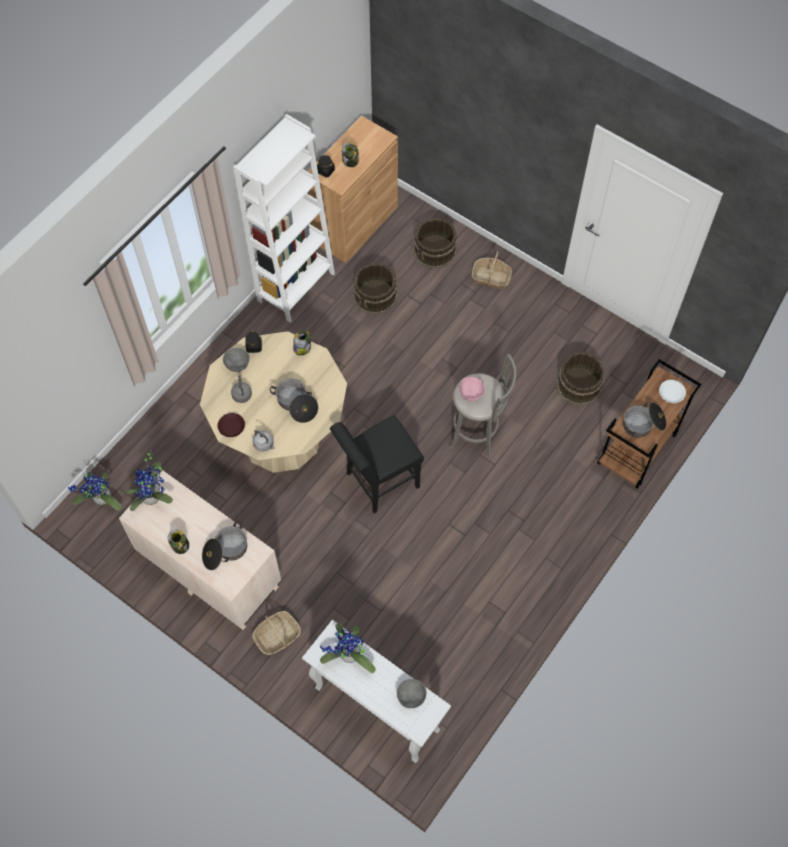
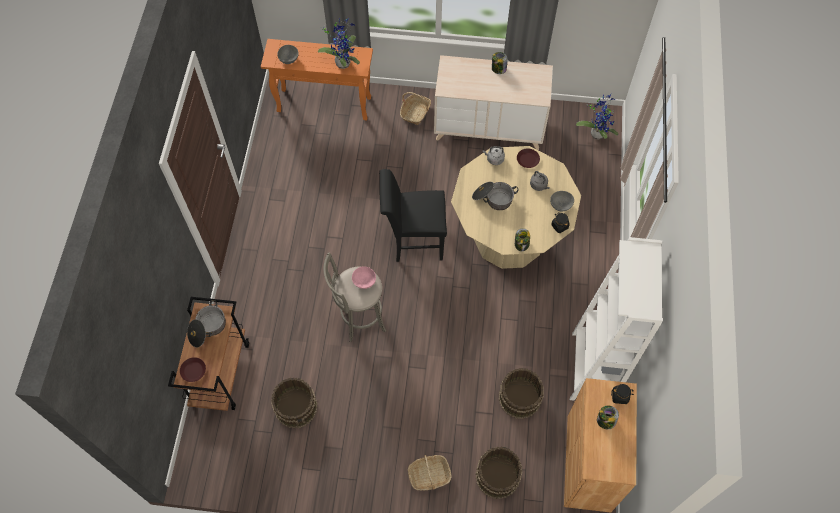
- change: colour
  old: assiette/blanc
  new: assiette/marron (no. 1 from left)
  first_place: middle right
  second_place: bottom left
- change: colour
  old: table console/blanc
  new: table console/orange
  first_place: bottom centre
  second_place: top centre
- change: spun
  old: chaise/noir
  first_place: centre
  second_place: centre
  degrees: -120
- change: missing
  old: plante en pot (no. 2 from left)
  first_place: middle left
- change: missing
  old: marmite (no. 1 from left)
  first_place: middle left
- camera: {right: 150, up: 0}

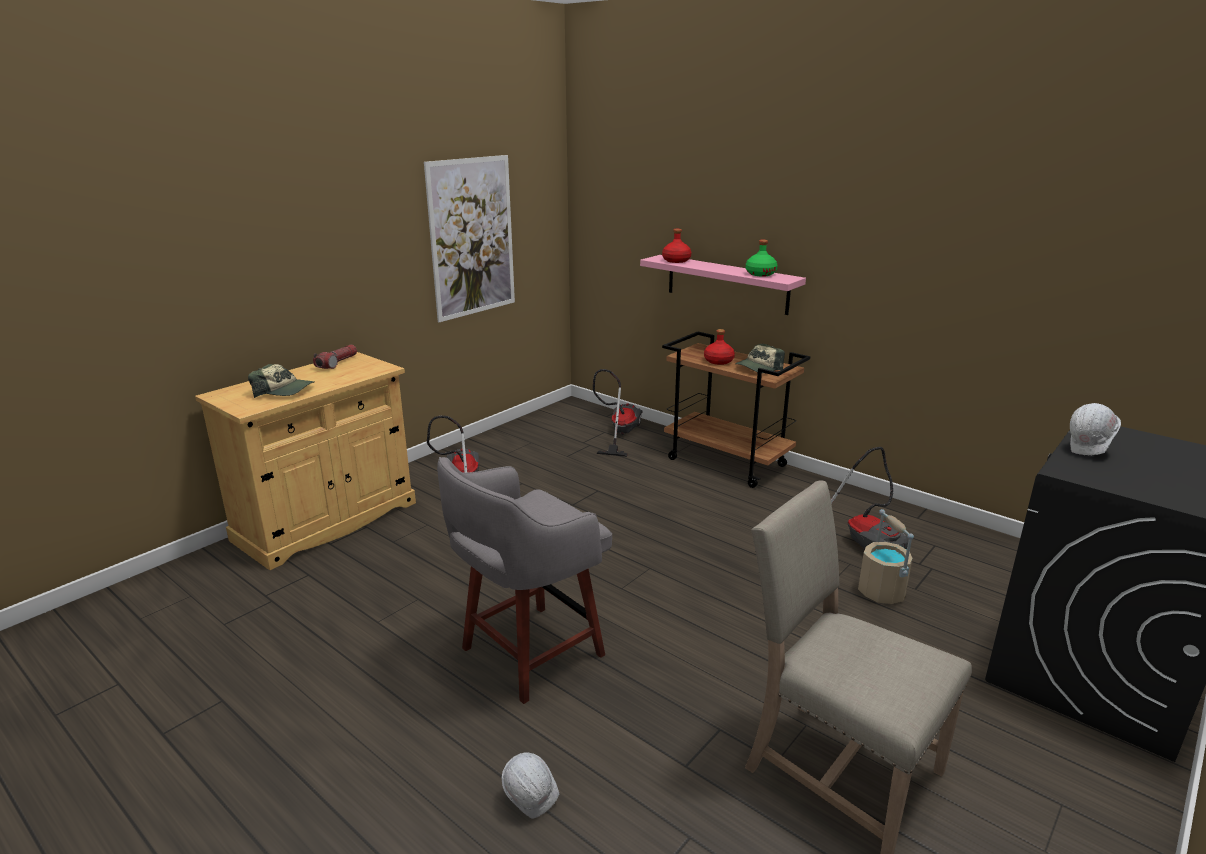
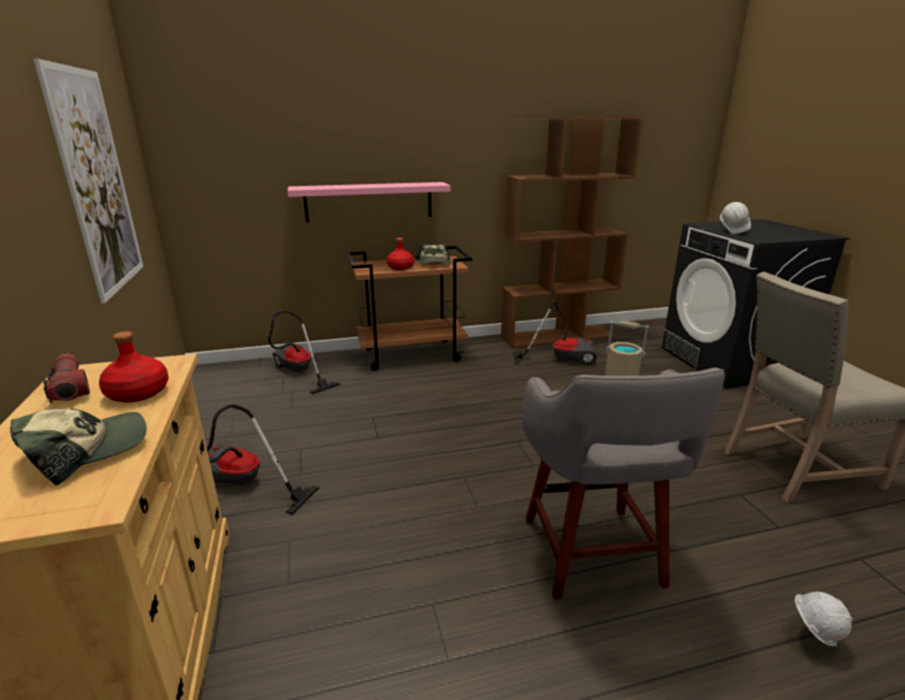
- change: relocated
  old: bouteille/rouge (no. 1 from left)
  first_place: top centre
  second_place: middle left
- change: appeared
  new: bibliothèque/marron
  second_place: top centre
- change: missing
  old: bouteille/vert
  first_place: top centre
- camera: {right: -55, up: 0}

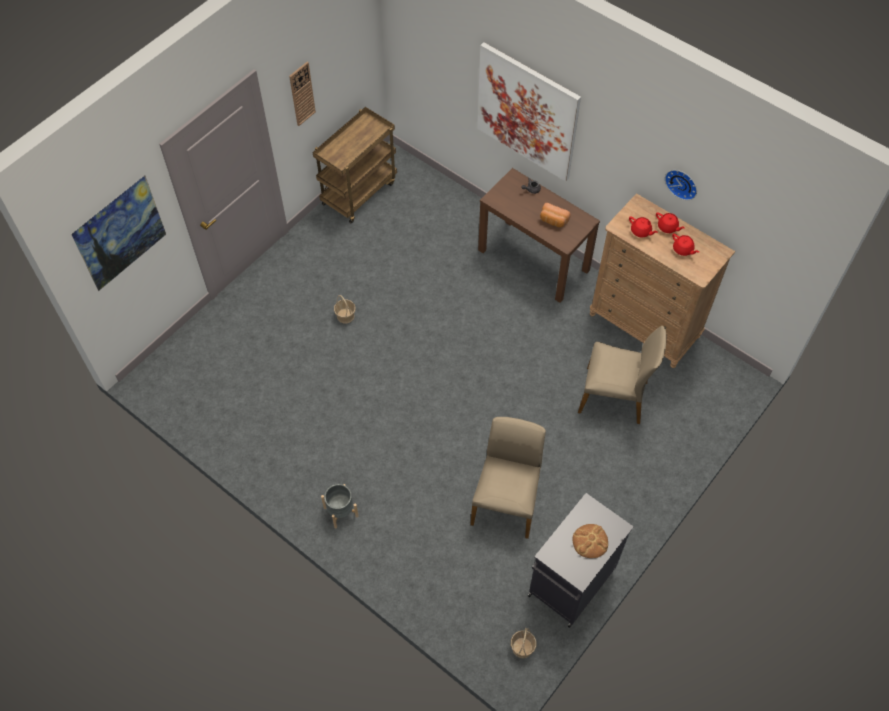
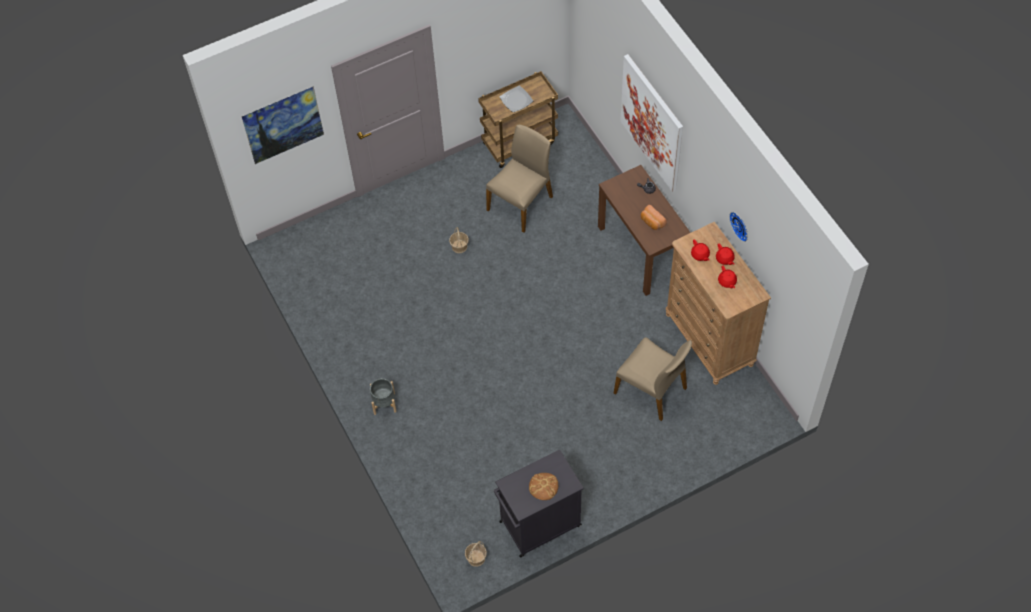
- change: relocated
  old: chaise/beige (no. 1 from left)
  first_place: bottom centre
  second_place: top centre
- change: appeared
  new: assiette
  second_place: top centre
- change: missing
  old: horloge murale (no. 1 from left)
  first_place: top centre
- camera: {right: 25, up: 0}

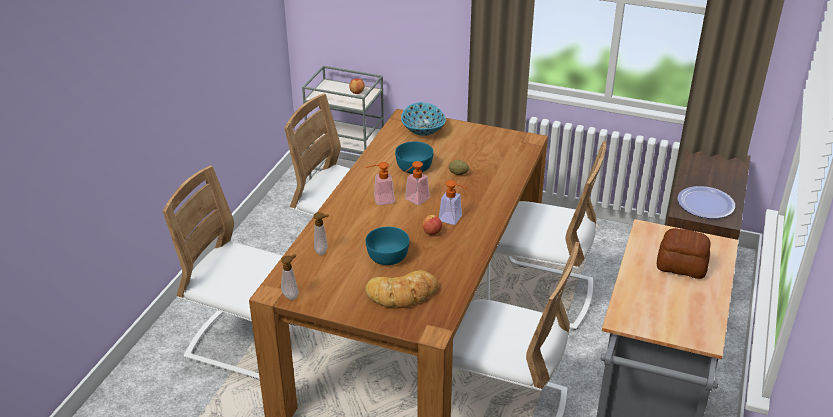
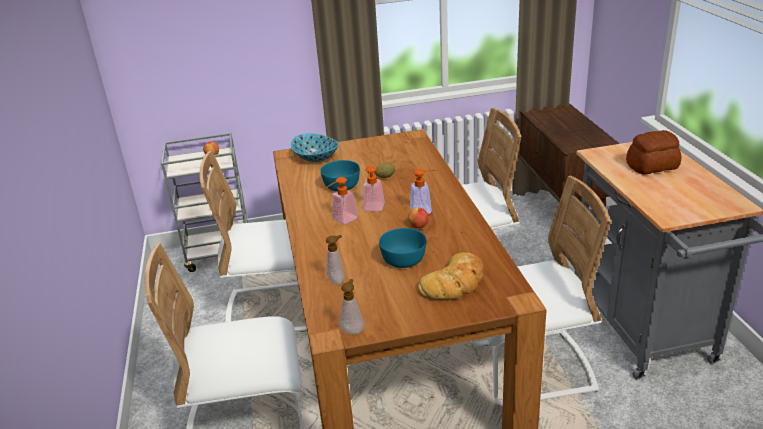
- change: missing
  old: assiette
  first_place: middle right
- camera: {right: -30, up: -5}

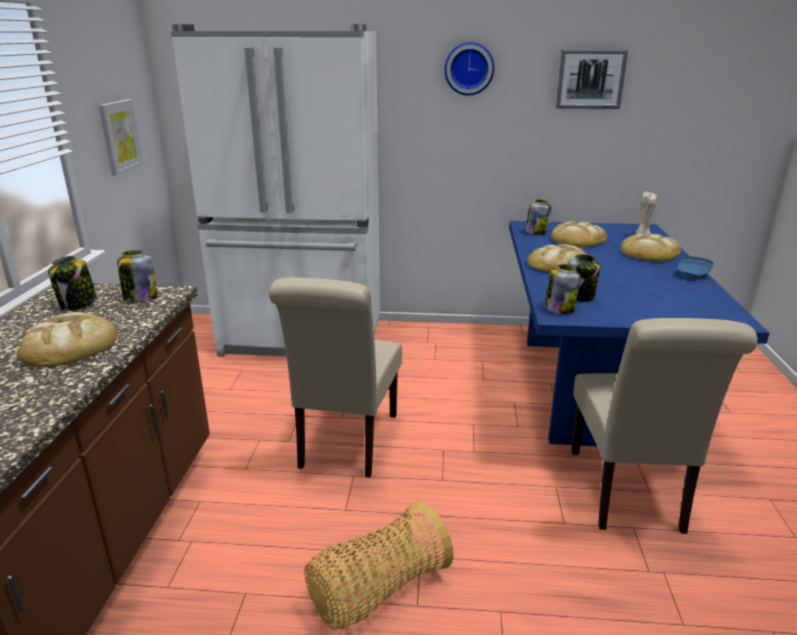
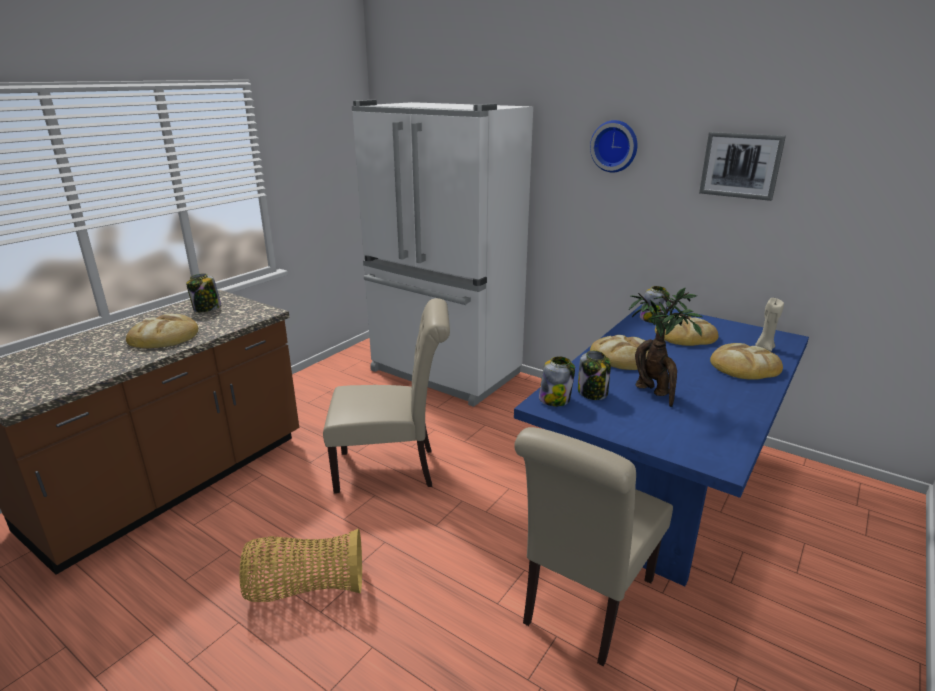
- change: spun
  old: chaise/beige (no. 1 from left)
  first_place: centre
  second_place: centre
  degrees: -135
- change: appeared
  new: plante en pot
  second_place: middle right
- change: missing
  old: tableau (no. 1 from left)
  first_place: top left
- change: missing
  old: bocal (no. 2 from left)
  first_place: middle left
- change: missing
  old: assiette/bleu
  first_place: middle right
- camera: {right: 30, up: 0}

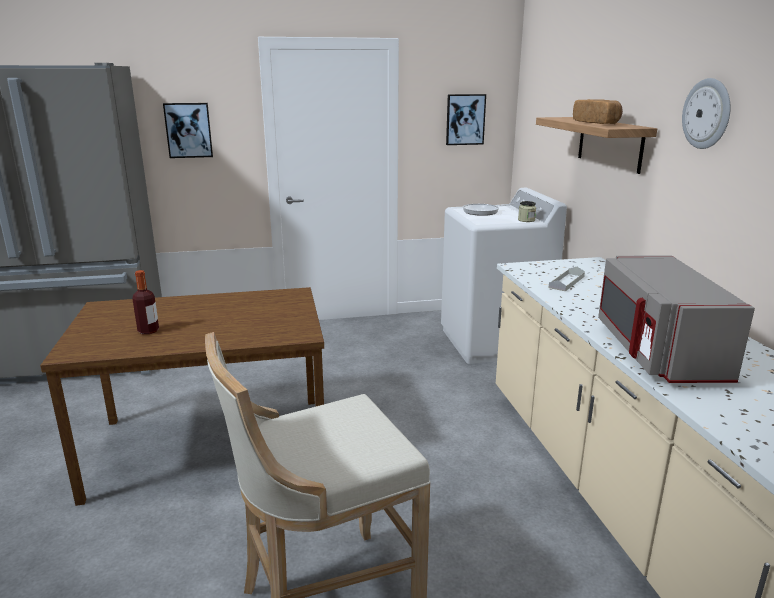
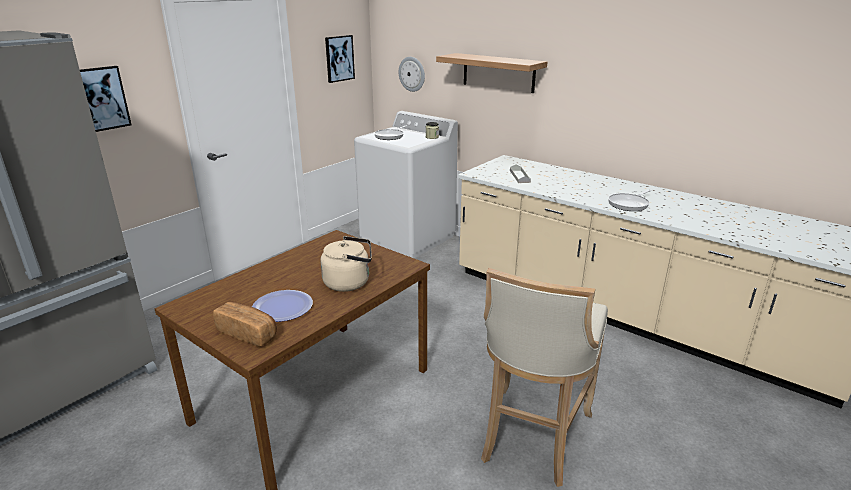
- change: relocated
  old: pain
  first_place: top right
  second_place: middle left
- change: exchanged
  old: bouteille
  new: assiette
  first_place: middle left
  second_place: middle left
- change: appeared
  new: bouilloire/beige
  second_place: centre
- change: relocated
  old: horloge murale
  first_place: top right
  second_place: top centre
- change: exchanged
  old: micro-ondes/gris
  new: poêle (no. 2 from left)
  first_place: middle right
  second_place: middle right
- camera: {right: -40, up: 5}

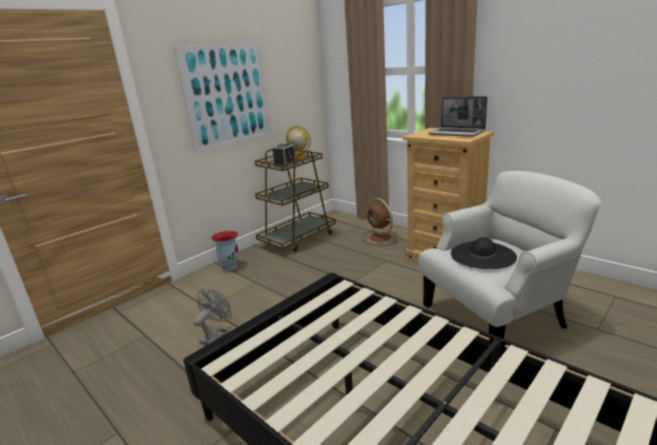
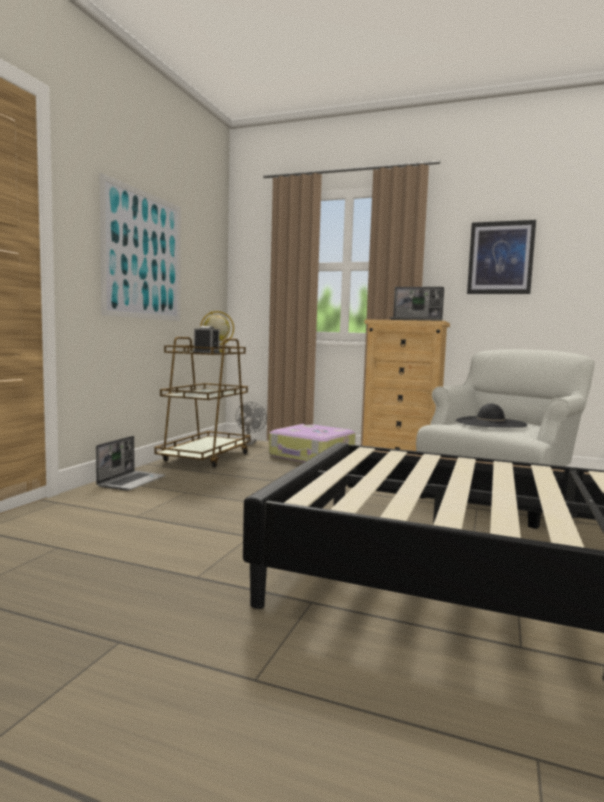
- change: exchanged
  old: vase
  new: ordinateur portable (no. 1 from left)
  first_place: centre
  second_place: middle left
- change: relocated
  old: ventilateur/gris
  first_place: bottom left
  second_place: centre
- change: exchanged
  old: ventilateur/marron
  new: valise
  first_place: centre
  second_place: centre
- change: appeared
  new: tableau (no. 2 from left)
  second_place: top right
- camera: {right: -25, up: -15}

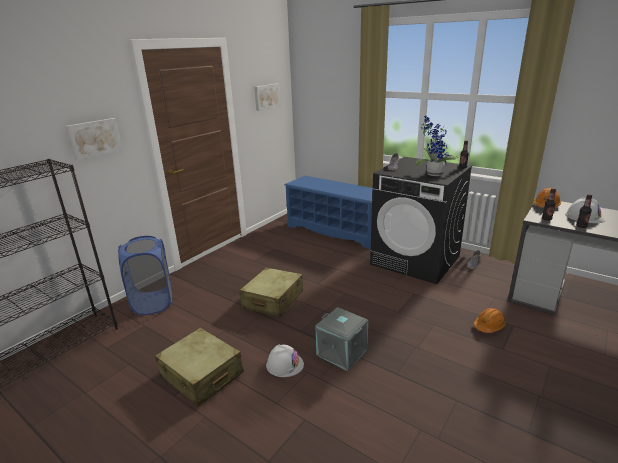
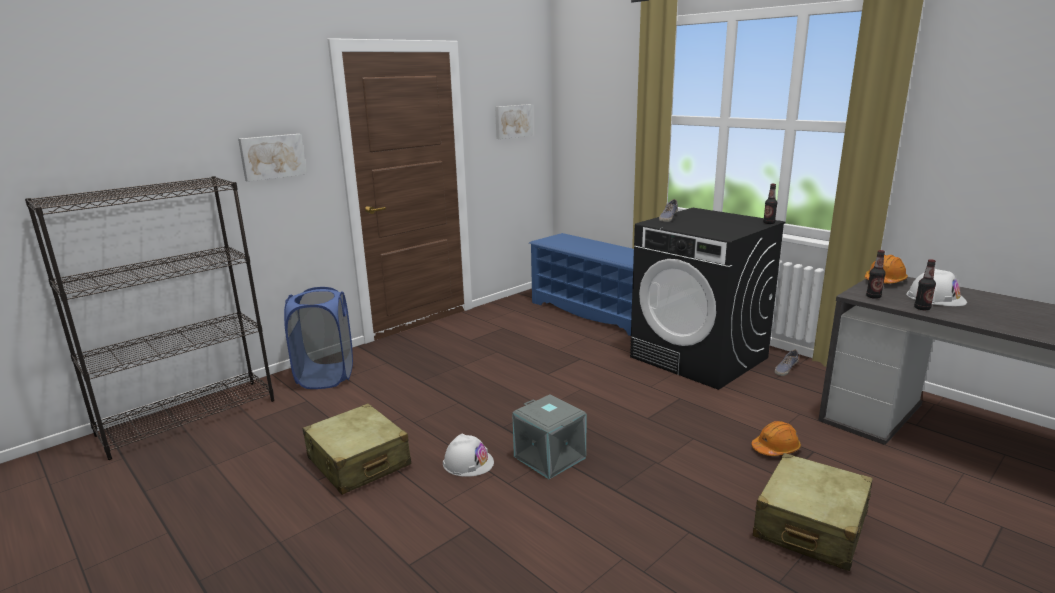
- change: relocated
  old: valise/beige (no. 2 from left)
  first_place: centre
  second_place: bottom right
- change: missing
  old: plante en pot
  first_place: top right
- camera: {right: 10, up: -5}

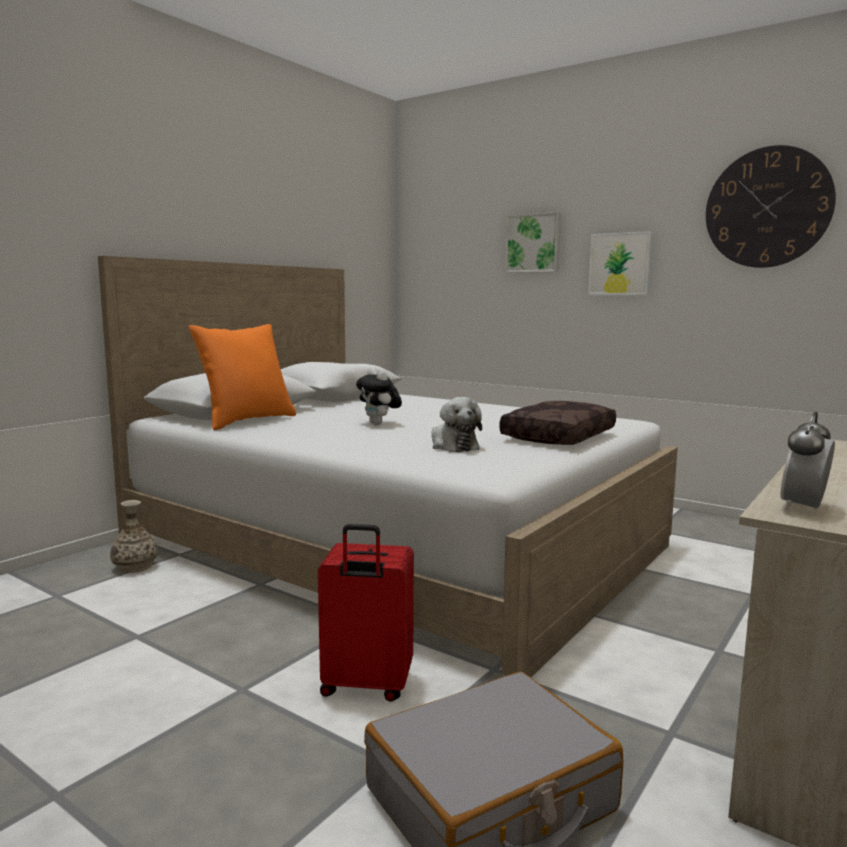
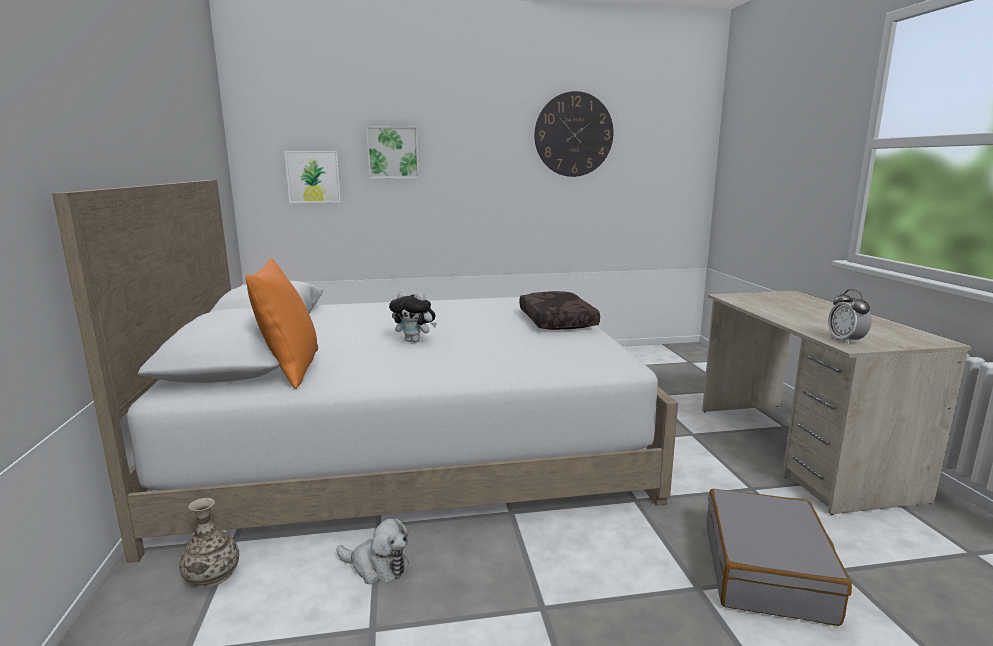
- change: relocated
  old: tableau (no. 2 from left in the first image)
  new: tableau (no. 1 from left)
  first_place: top right
  second_place: top left
- change: relocated
  old: peluche (no. 2 from left in the first image)
  new: peluche (no. 1 from left)
  first_place: centre
  second_place: bottom centre
- change: missing
  old: valise/rouge
  first_place: bottom centre
- camera: {right: -45, up: 5}

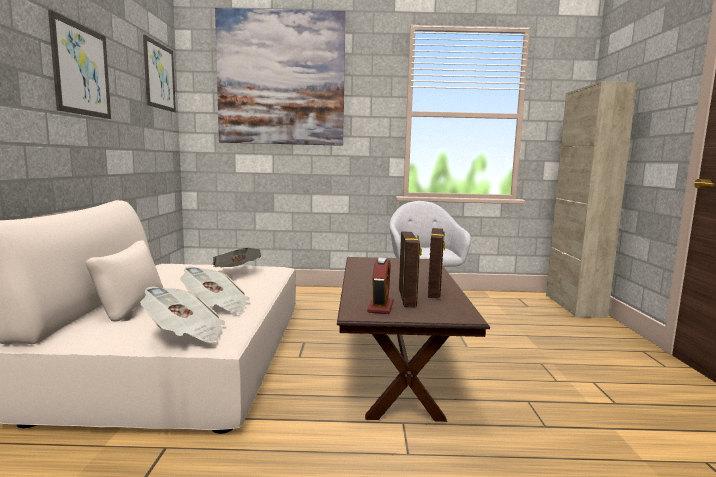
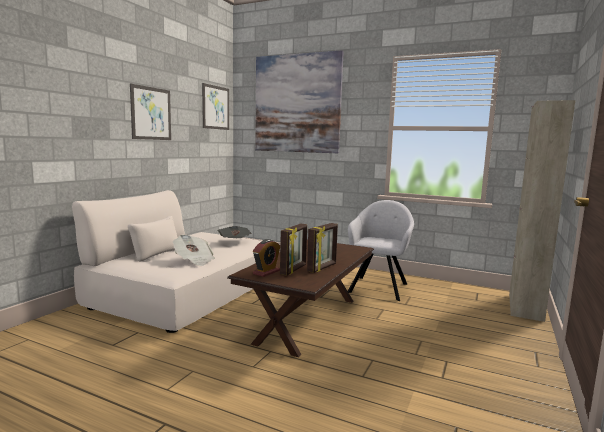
- change: missing
  old: journal (no. 1 from left)
  first_place: middle left
- camera: {right: 25, up: 0}

